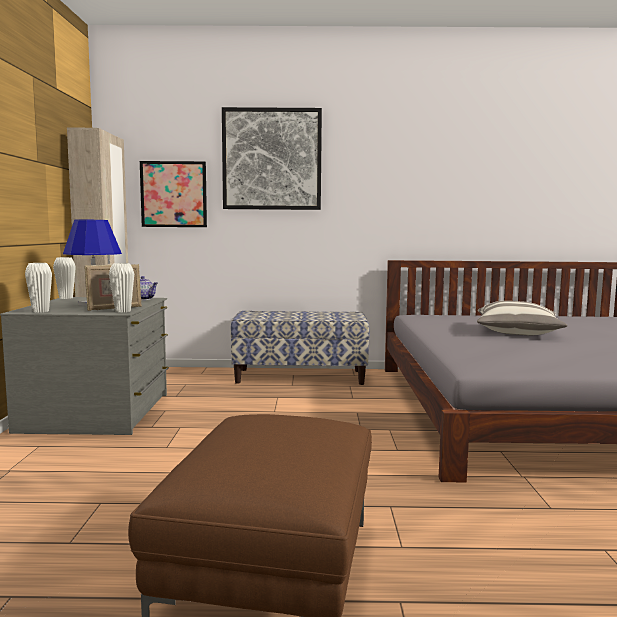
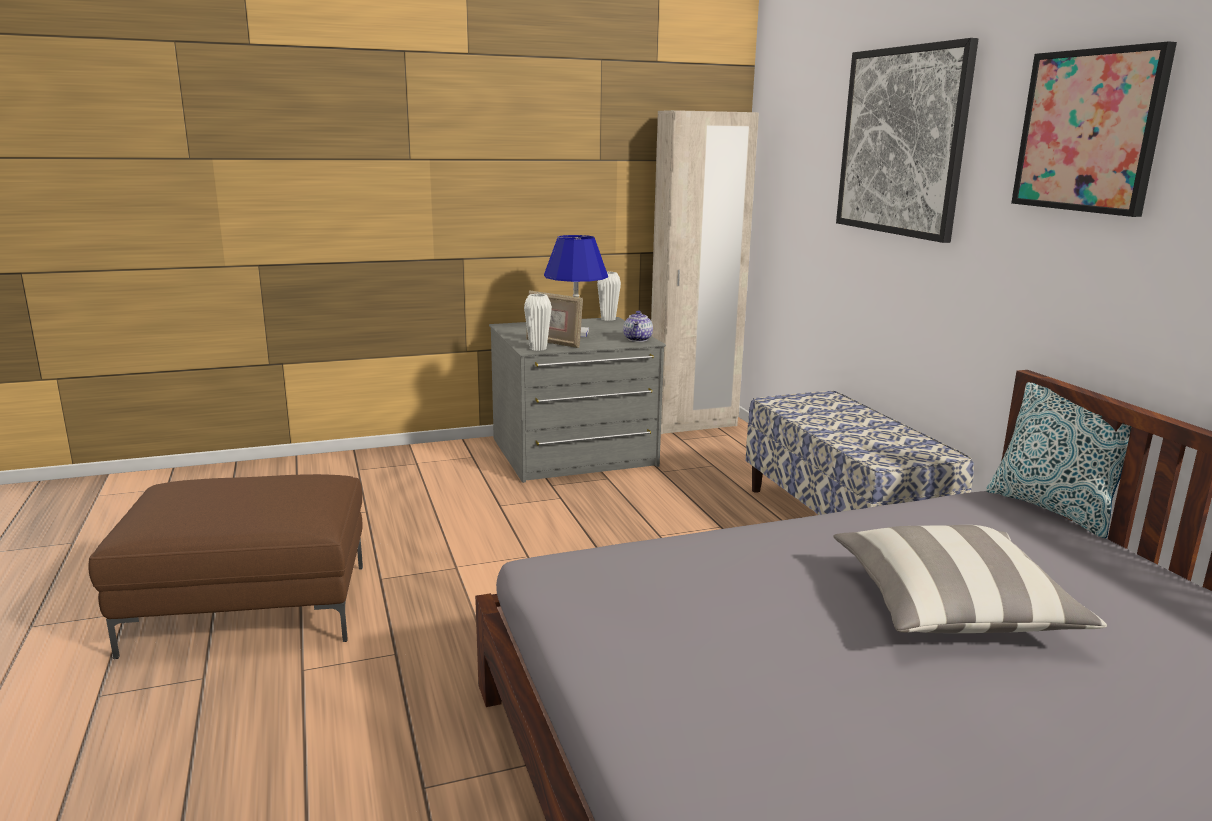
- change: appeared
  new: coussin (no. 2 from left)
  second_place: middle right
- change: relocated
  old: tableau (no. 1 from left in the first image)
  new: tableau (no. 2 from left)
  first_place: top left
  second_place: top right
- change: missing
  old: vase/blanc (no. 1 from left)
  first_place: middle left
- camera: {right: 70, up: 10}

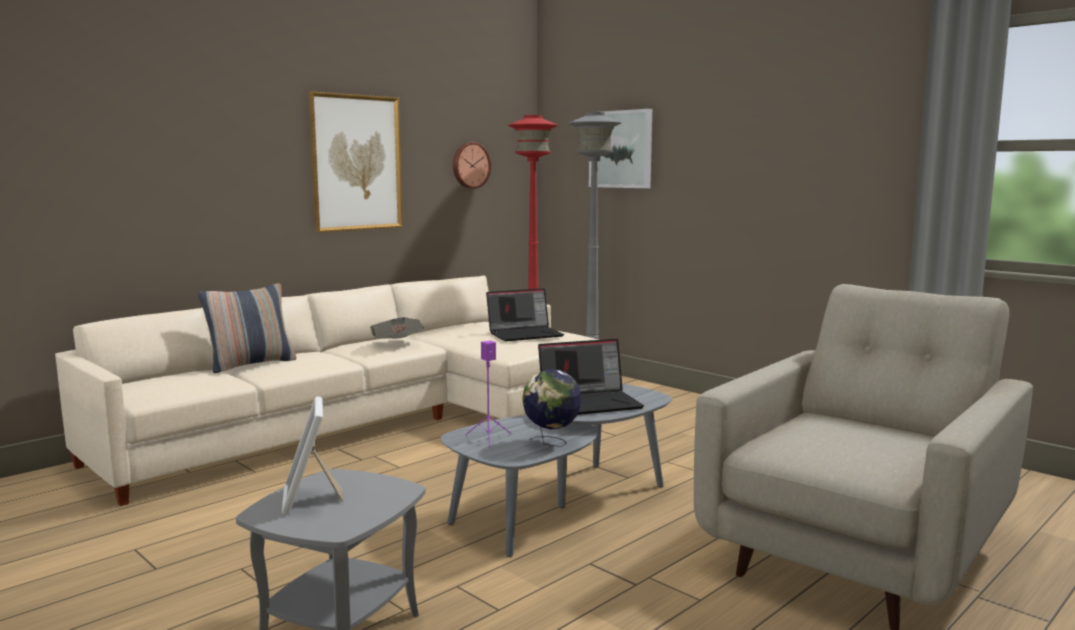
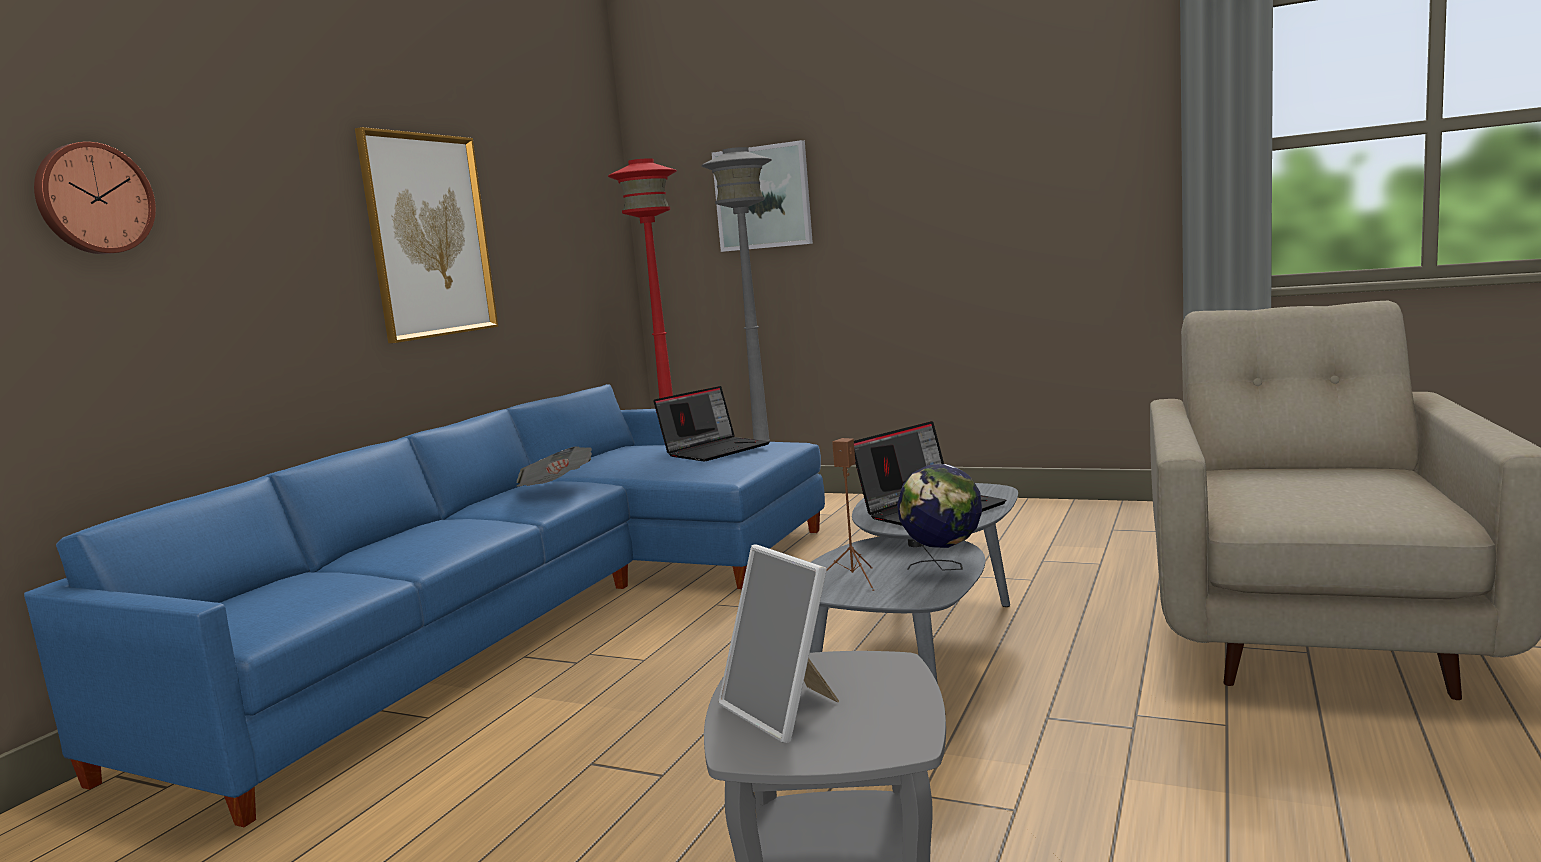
- change: colour
  old: canapé/beige
  new: canapé/bleu
  first_place: middle left
  second_place: bottom left
- change: relocated
  old: horloge murale
  first_place: top centre
  second_place: top left
- change: colour
  old: enceinte/violet
  new: enceinte/marron
  first_place: centre
  second_place: centre
- change: missing
  old: coussin
  first_place: middle left
- camera: {right: -20, up: 0}

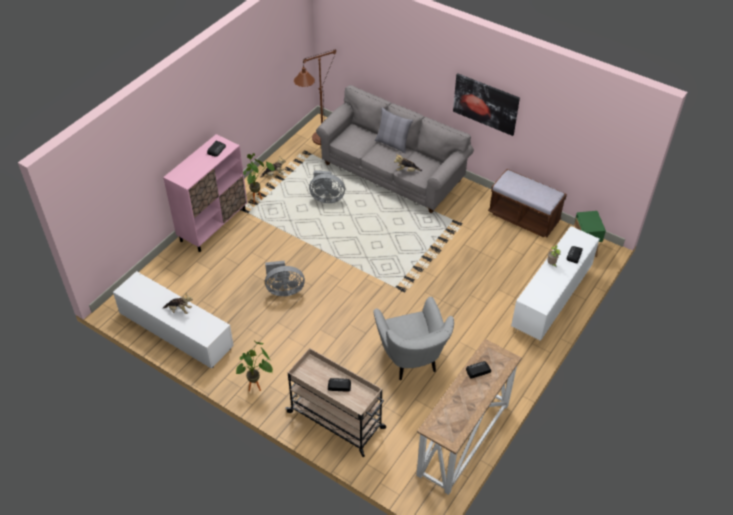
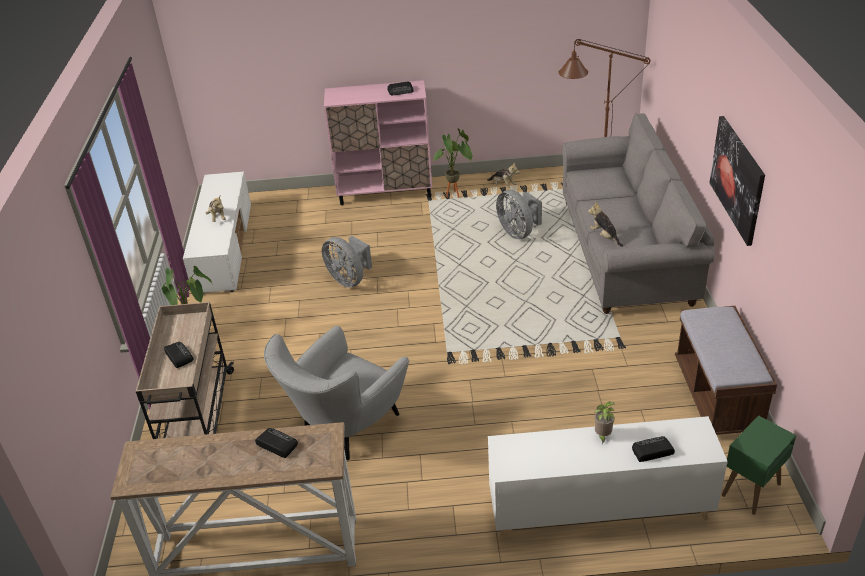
- change: missing
  old: coussin/gris
  first_place: top centre
- camera: {right: 55, up: -10}

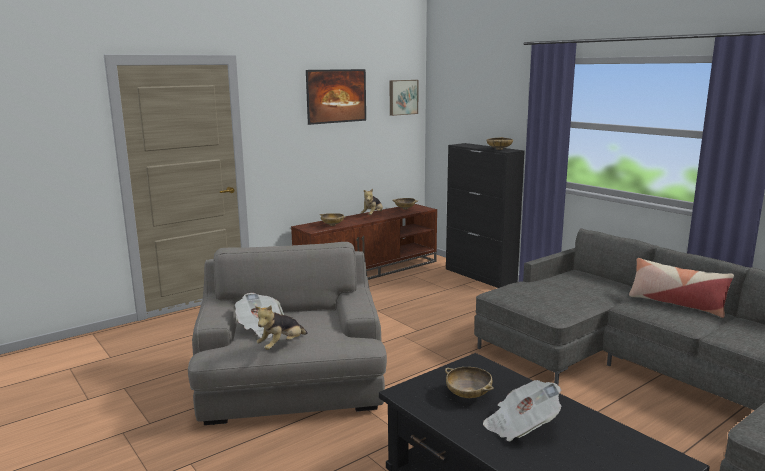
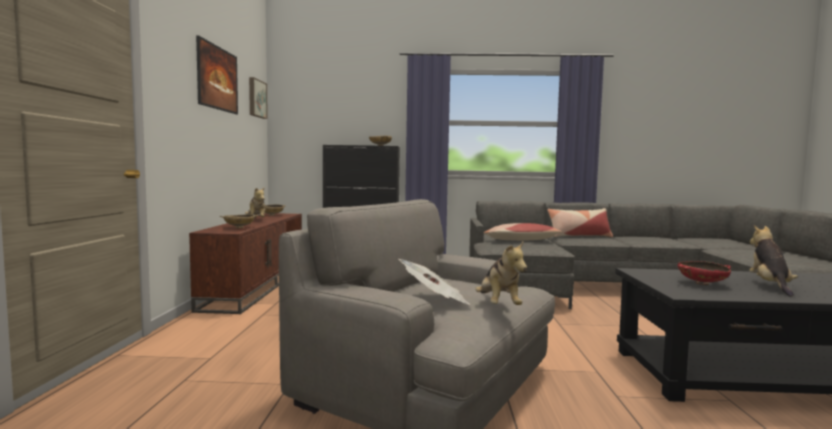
- change: appeared
  new: coussin (no. 1 from left)
  second_place: centre
- change: colour
  old: bol/beige (no. 3 from left)
  new: bol/rouge
  first_place: bottom centre
  second_place: middle right
- change: exchanged
  old: journal (no. 2 from left)
  new: peluche (no. 3 from left)
  first_place: bottom right
  second_place: middle right
- camera: {right: -50, up: -10}

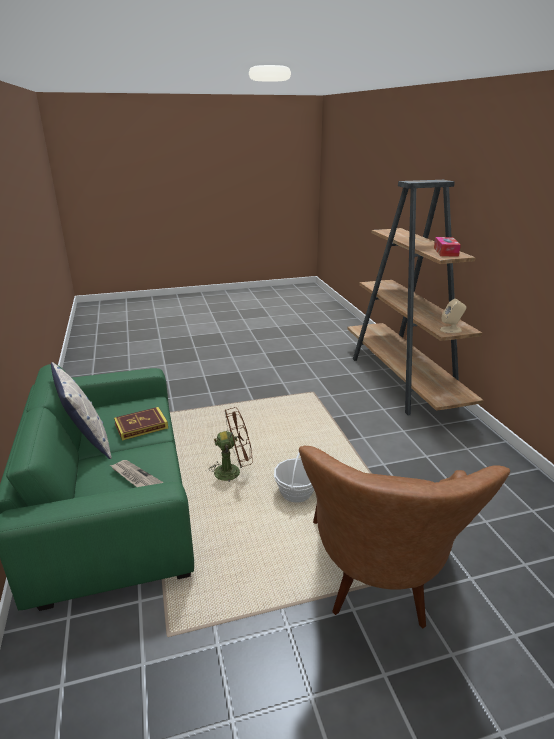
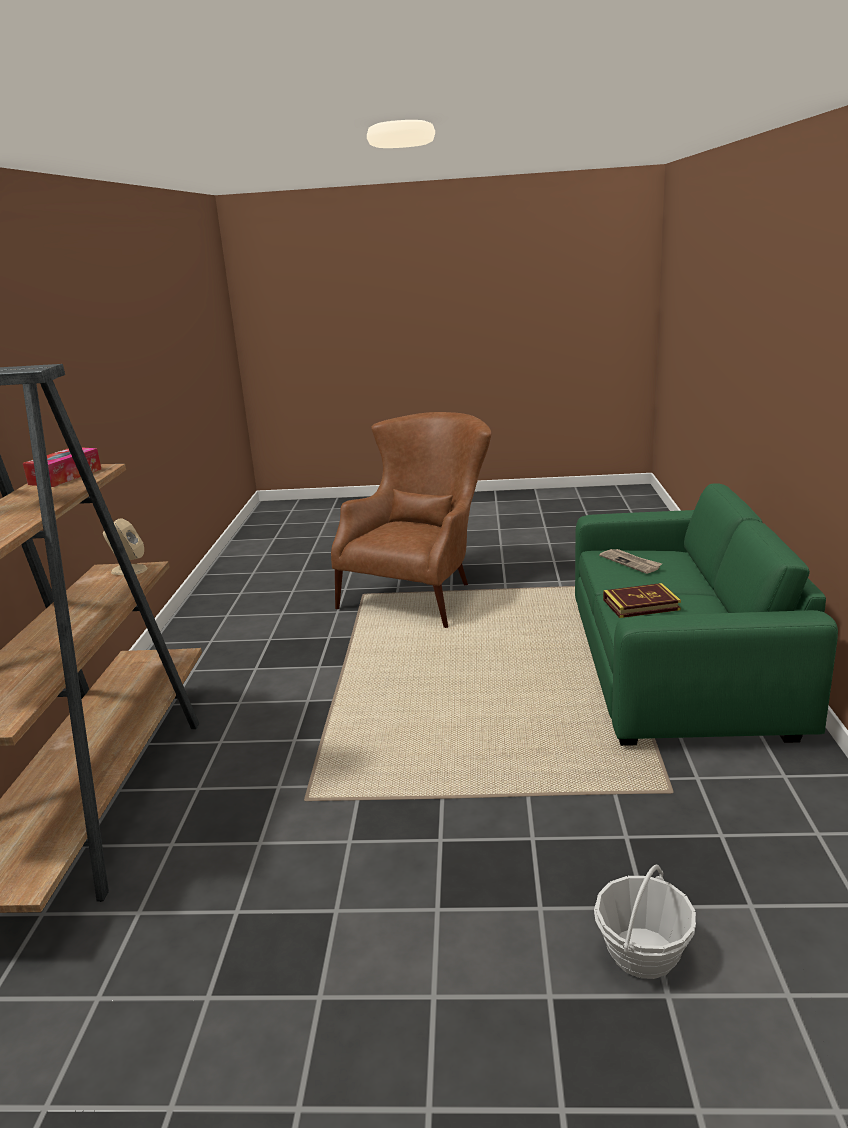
- change: relocated
  old: panier
  first_place: centre
  second_place: bottom right
- change: missing
  old: coussin
  first_place: middle left
- change: missing
  old: ventilateur/marron
  first_place: centre
- camera: {right: -160, up: -5}

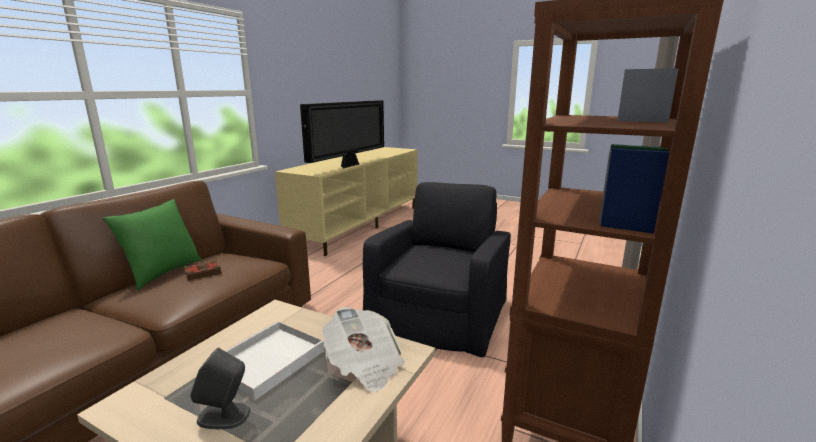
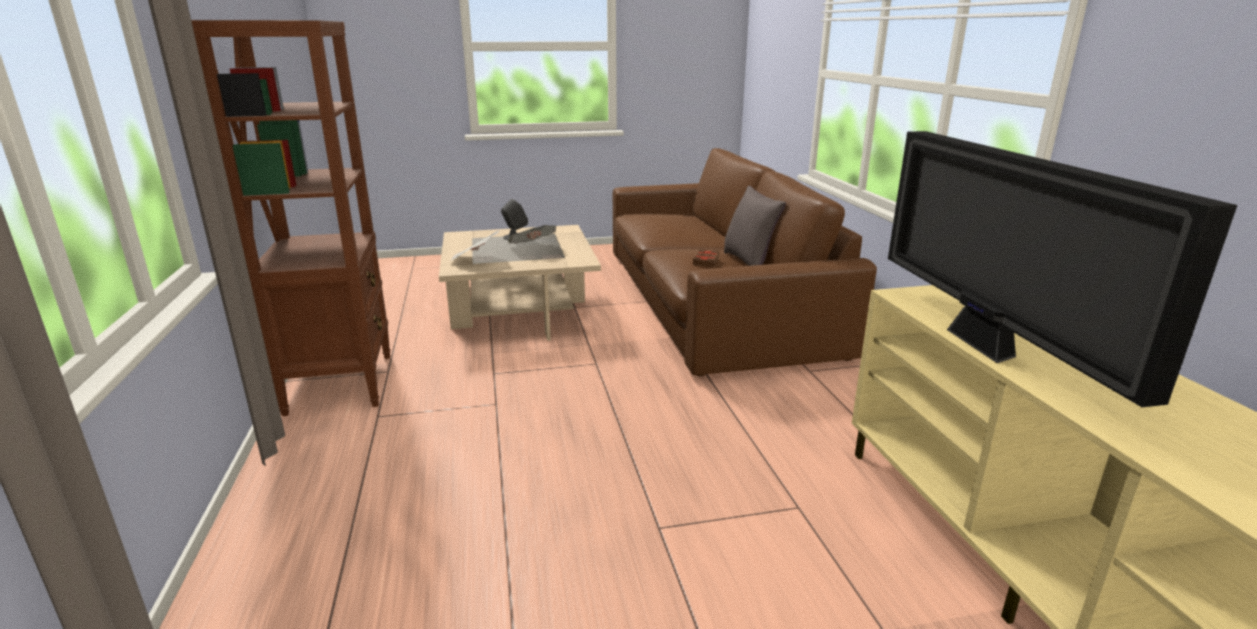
- change: exchanged
  old: plateau/blanc
  new: journal (no. 2 from left)
  first_place: bottom centre
  second_place: centre
- change: colour
  old: coussin/vert
  new: coussin/gris
  first_place: middle left
  second_place: centre
- change: missing
  old: fauteuil/noir
  first_place: centre
- camera: {right: 140, up: 5}

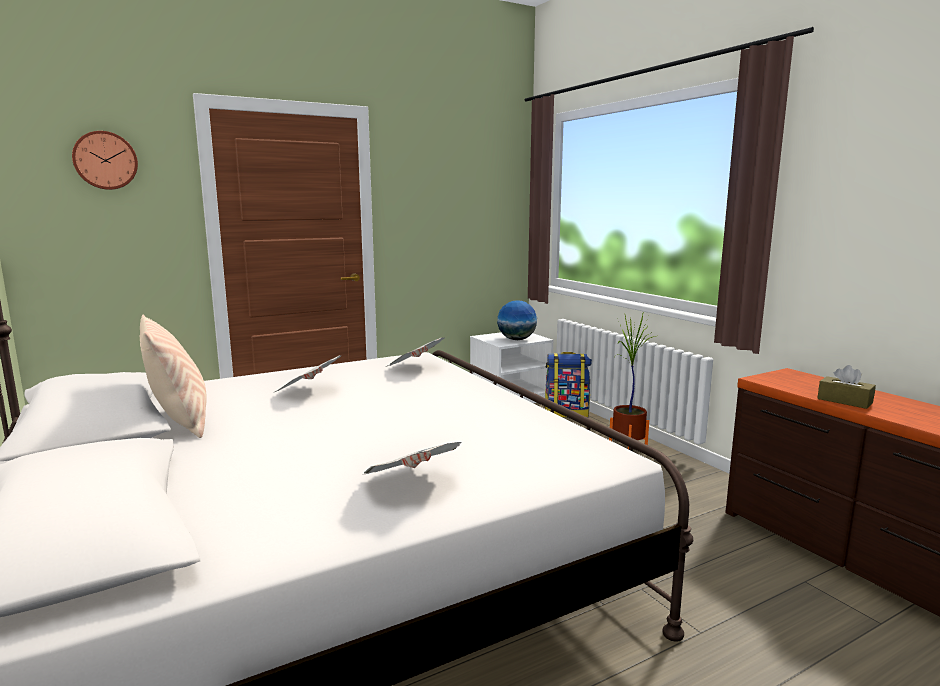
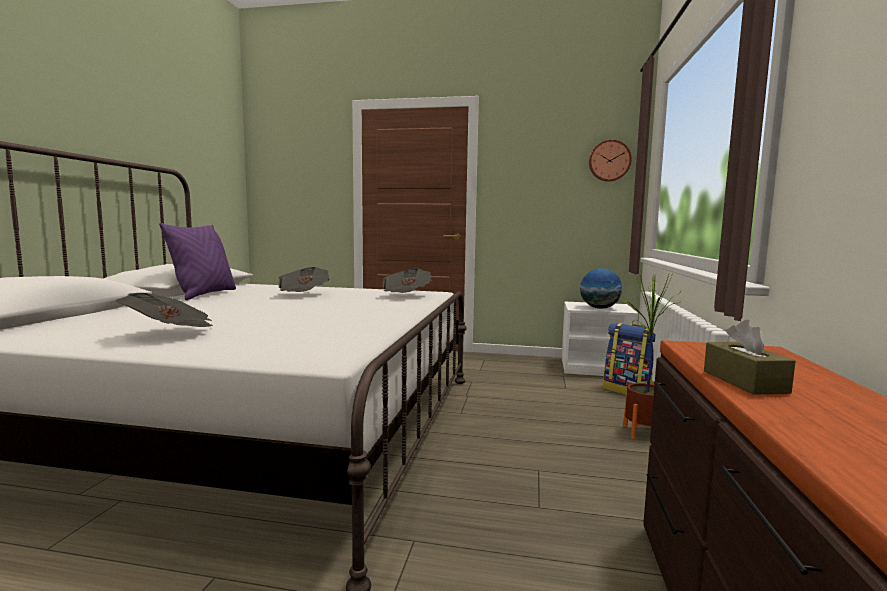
- change: colour
  old: coussin/beige
  new: coussin/violet
  first_place: middle left
  second_place: middle left
- change: relocated
  old: horloge murale
  first_place: top left
  second_place: top right
- camera: {right: 40, up: -5}

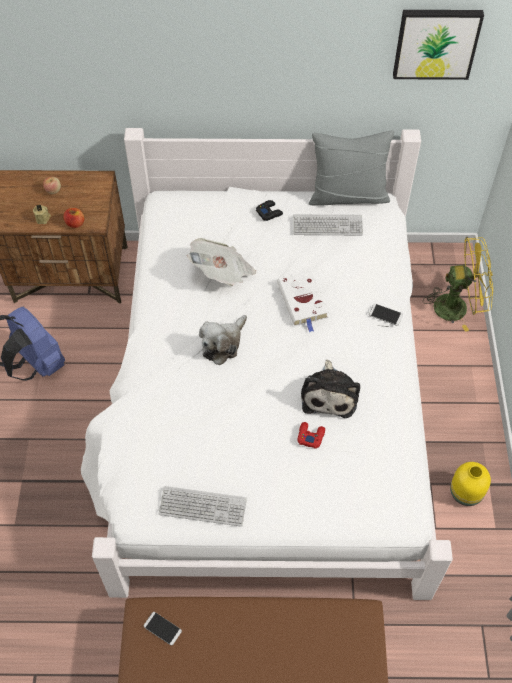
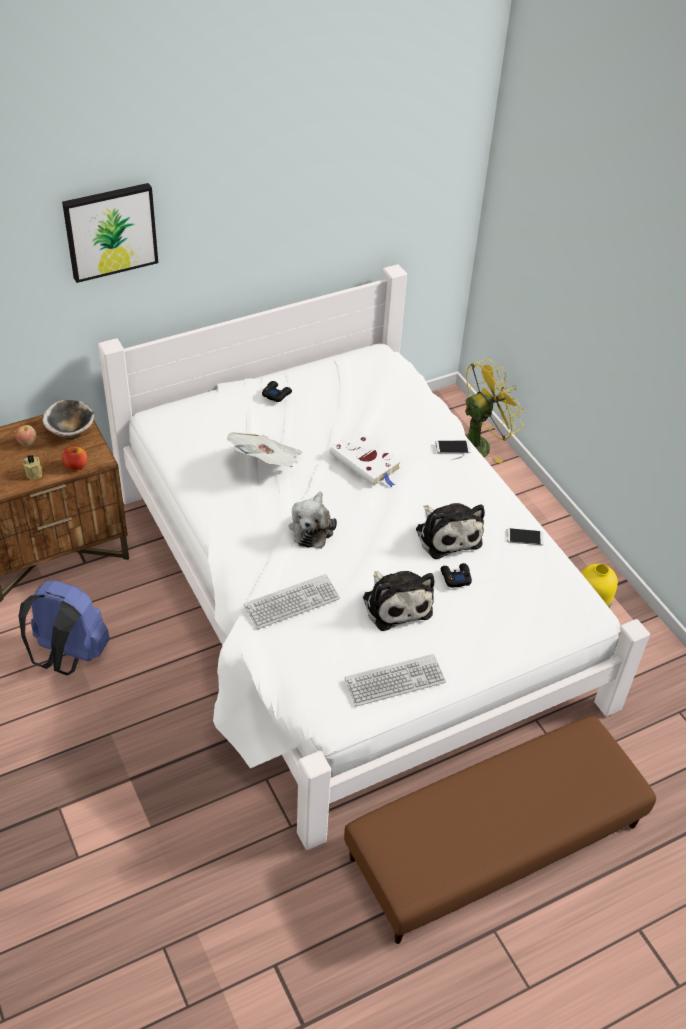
- change: appeared
  new: bol
  second_place: middle left
- change: relocated
  old: tableau
  first_place: top right
  second_place: top left
- change: relocated
  old: clavier (no. 2 from left in the first image)
  new: clavier (no. 1 from left)
  first_place: top centre
  second_place: centre
- change: appeared
  new: peluche (no. 2 from left)
  second_place: centre
- change: colour
  old: manette/rouge
  new: manette/noir (no. 2 from left)
  first_place: centre
  second_place: centre
- change: relocated
  old: téléphone (no. 1 from left in the first image)
  new: téléphone (no. 2 from left)
  first_place: bottom left
  second_place: middle right
- change: missing
  old: coussin/gris
  first_place: top right
- camera: {right: -30, up: -10}

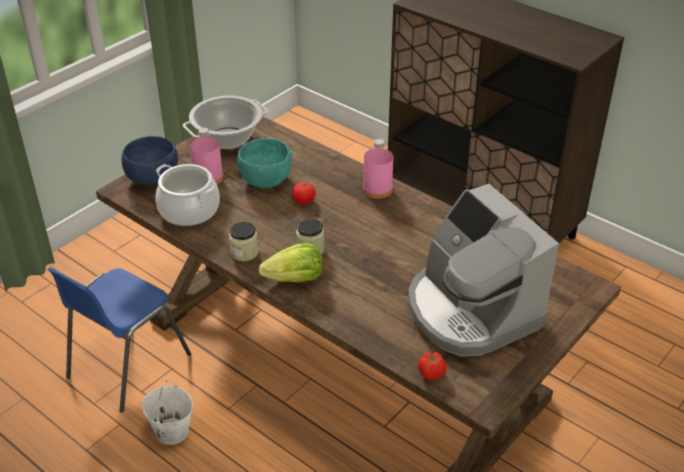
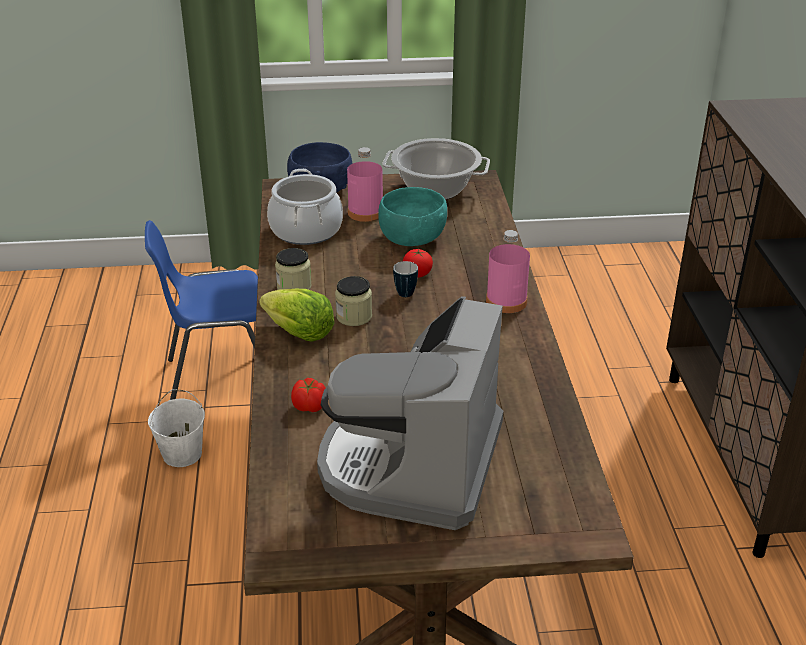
- change: relocated
  old: tomate (no. 2 from left in the first image)
  new: tomate (no. 1 from left)
  first_place: bottom centre
  second_place: centre
- change: appeared
  new: mug
  second_place: centre
- camera: {right: 45, up: -5}

